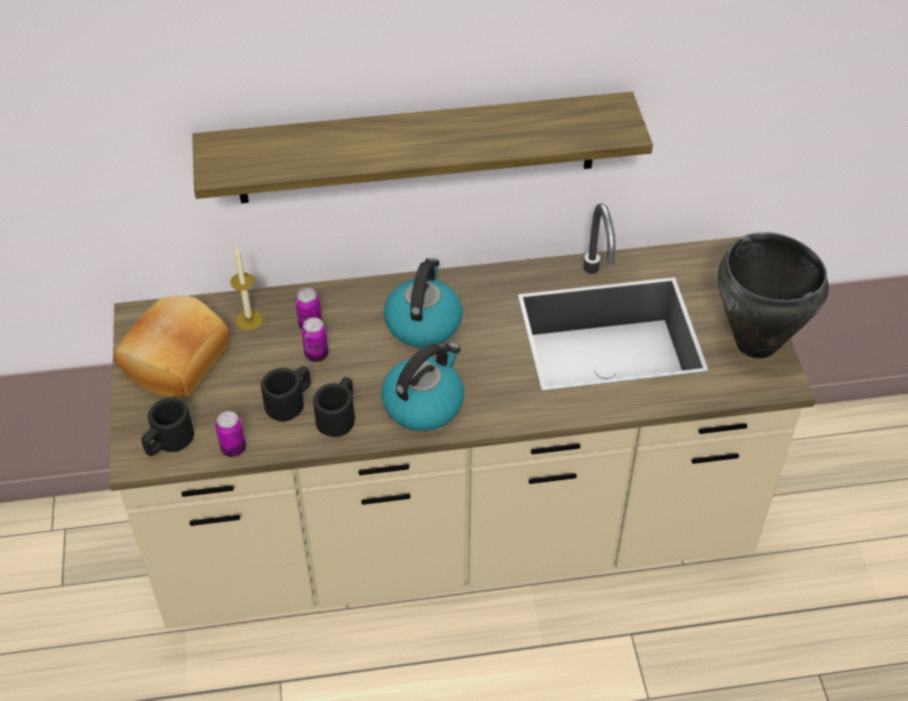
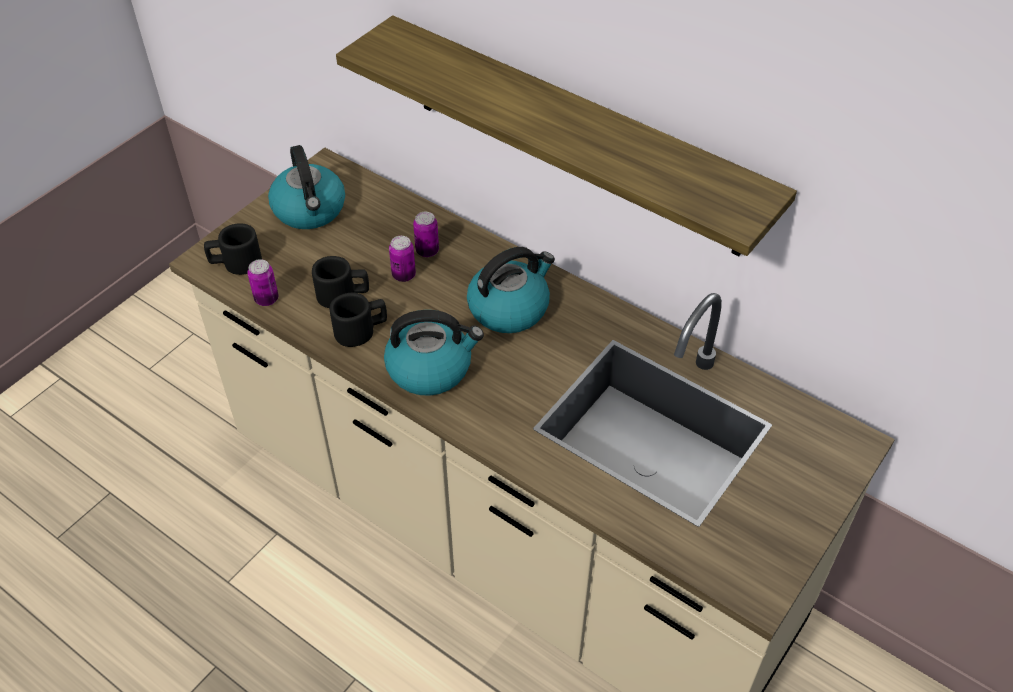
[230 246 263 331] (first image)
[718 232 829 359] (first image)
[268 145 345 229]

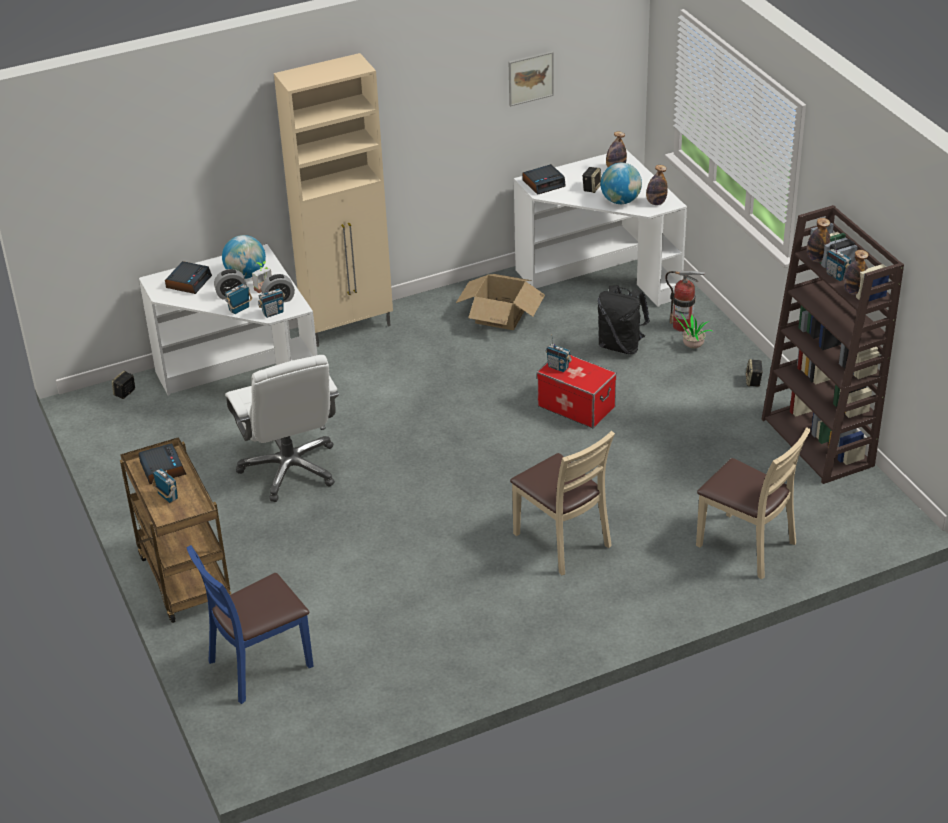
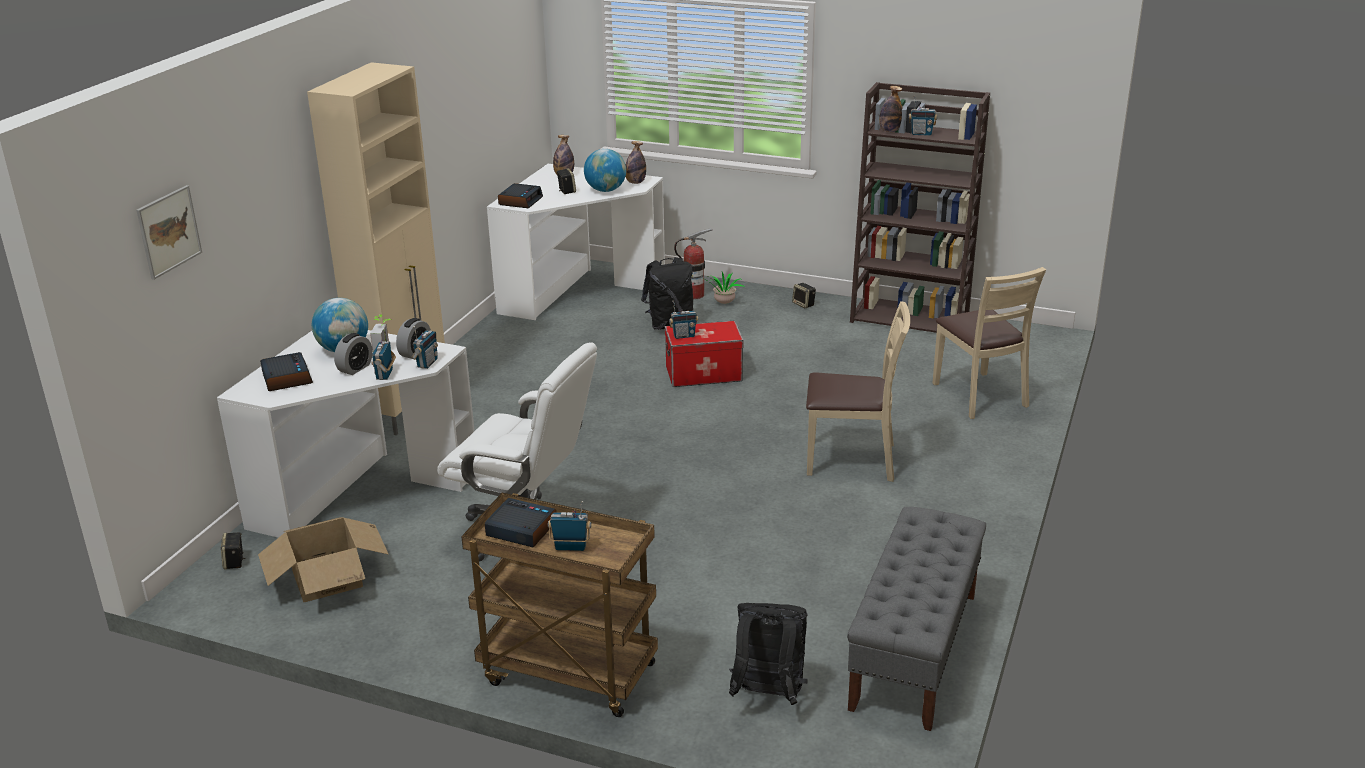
[843 250 868 295] (first image)
[847 507 986 731]
[258 517 389 602]
[136 185 202 280]
[729 603 808 705]
[933 267 1046 419]

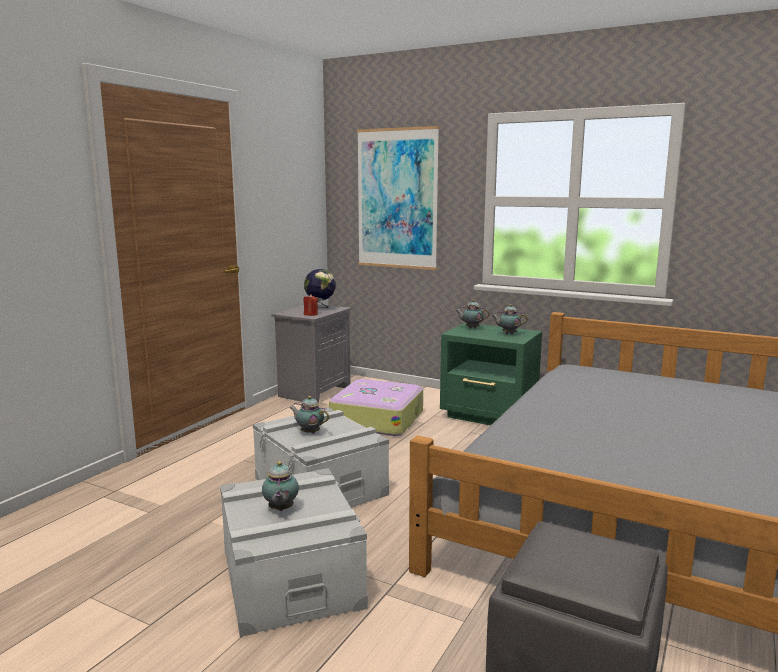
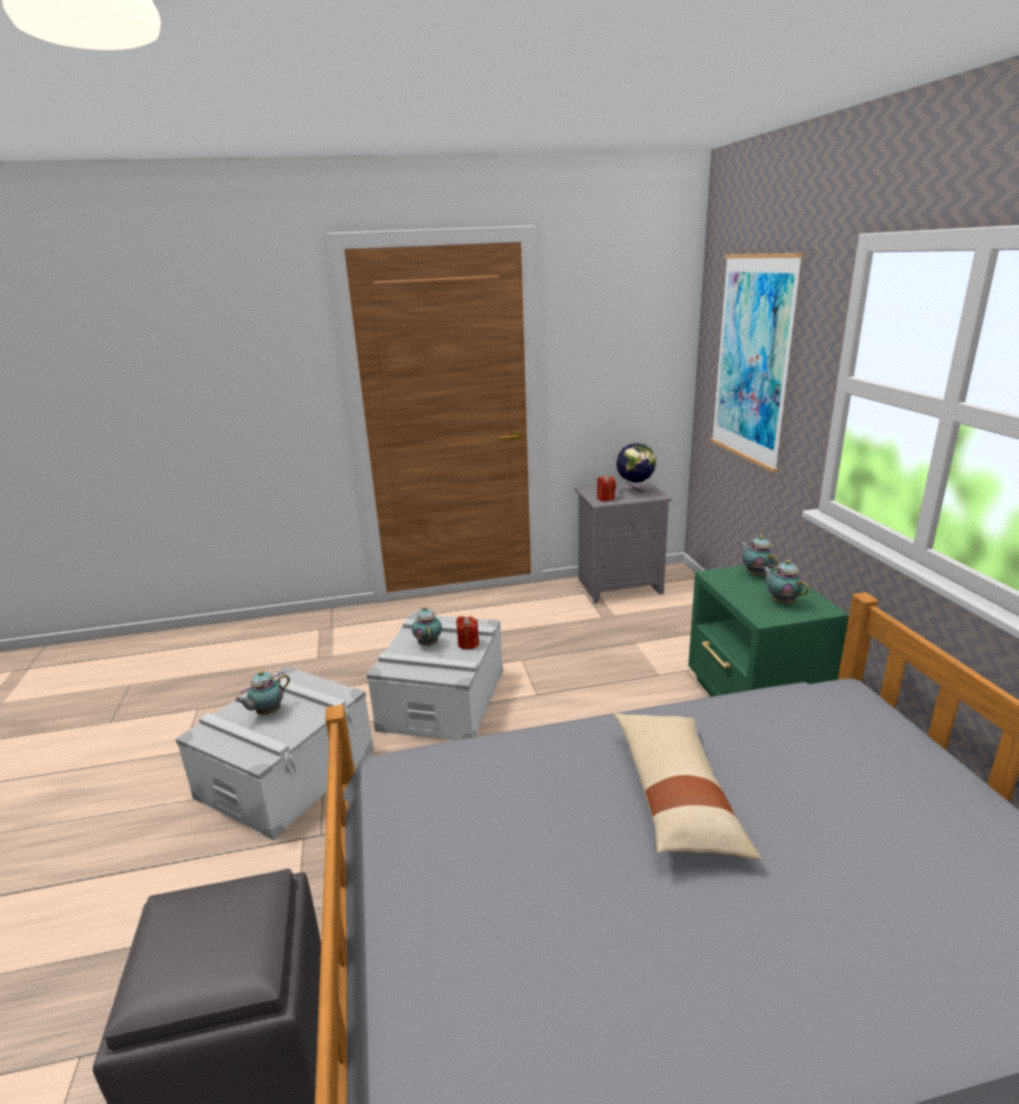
[329 379 423 436] (first image)
[456 616 479 650]
[614 713 762 860]

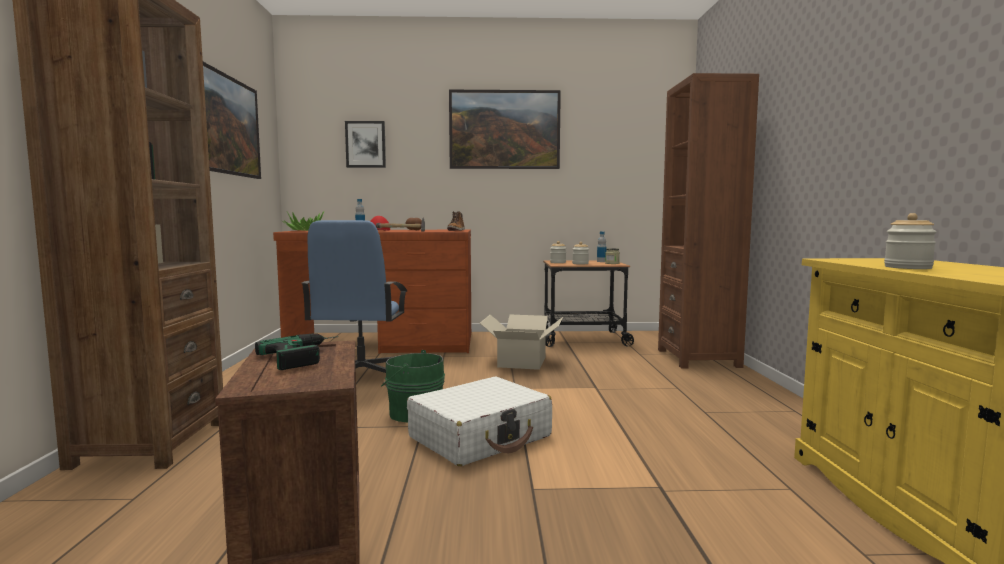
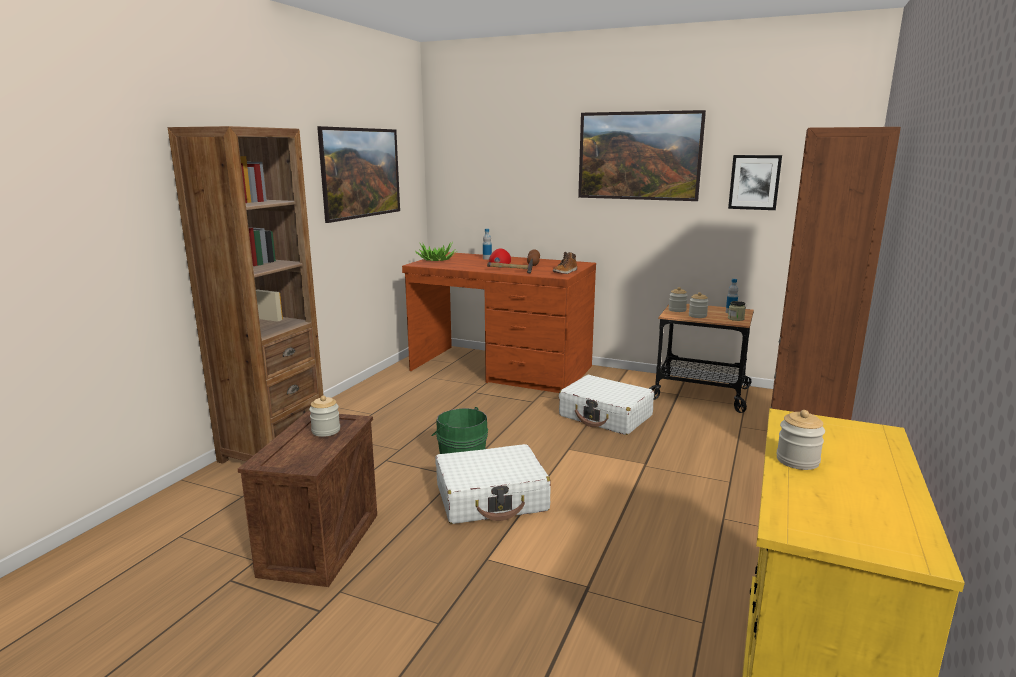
[302 220 407 373] (first image)
[728 155 782 210]
[309 396 340 437]
[559 375 654 435]

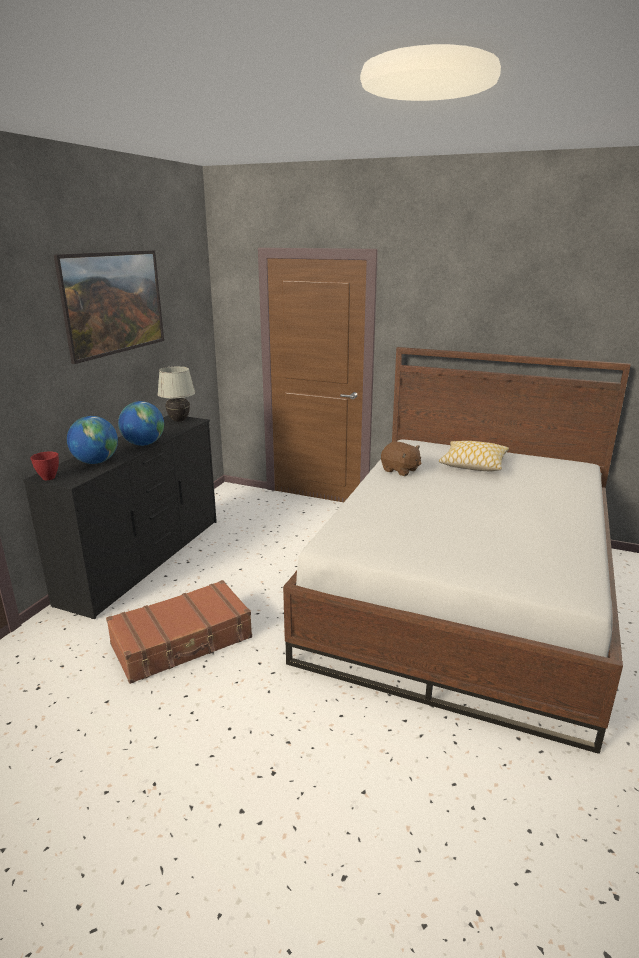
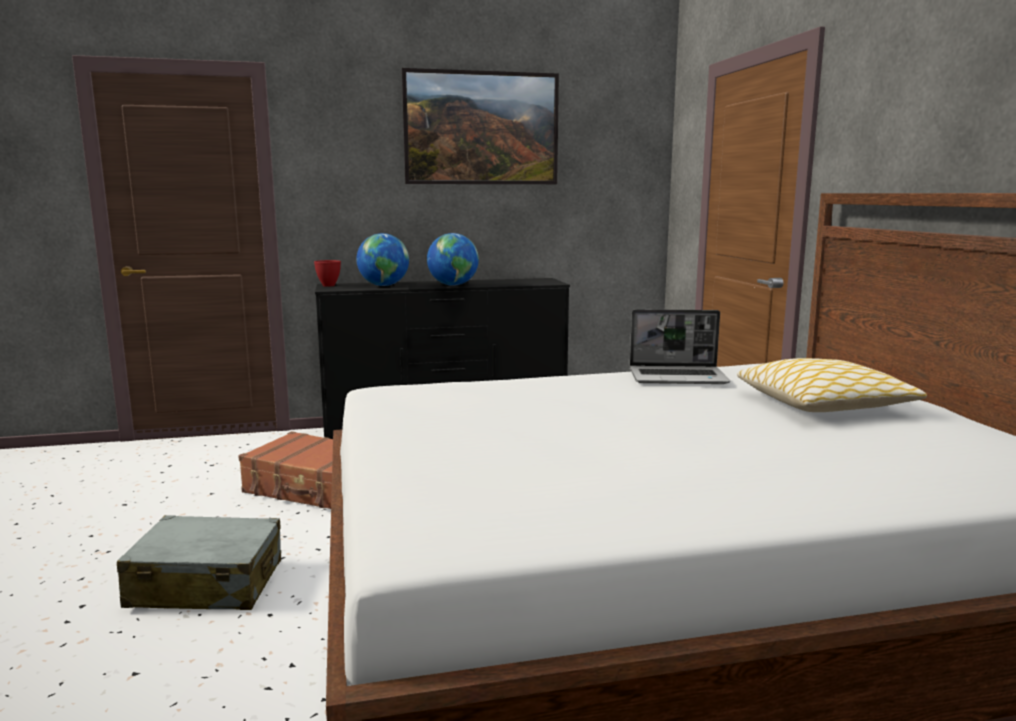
[157 366 195 422] (first image)
[117 515 281 610]
[630 309 730 384]

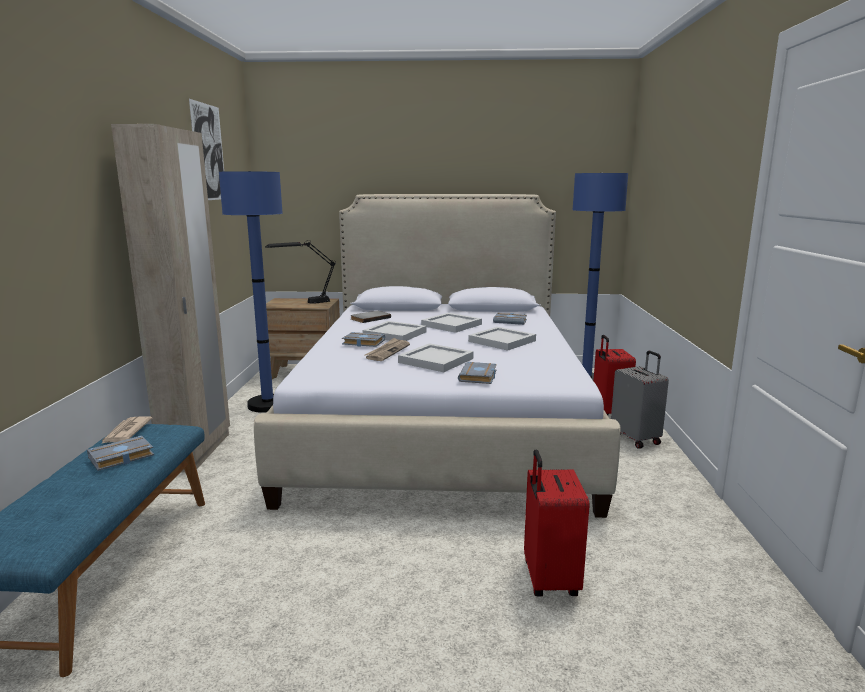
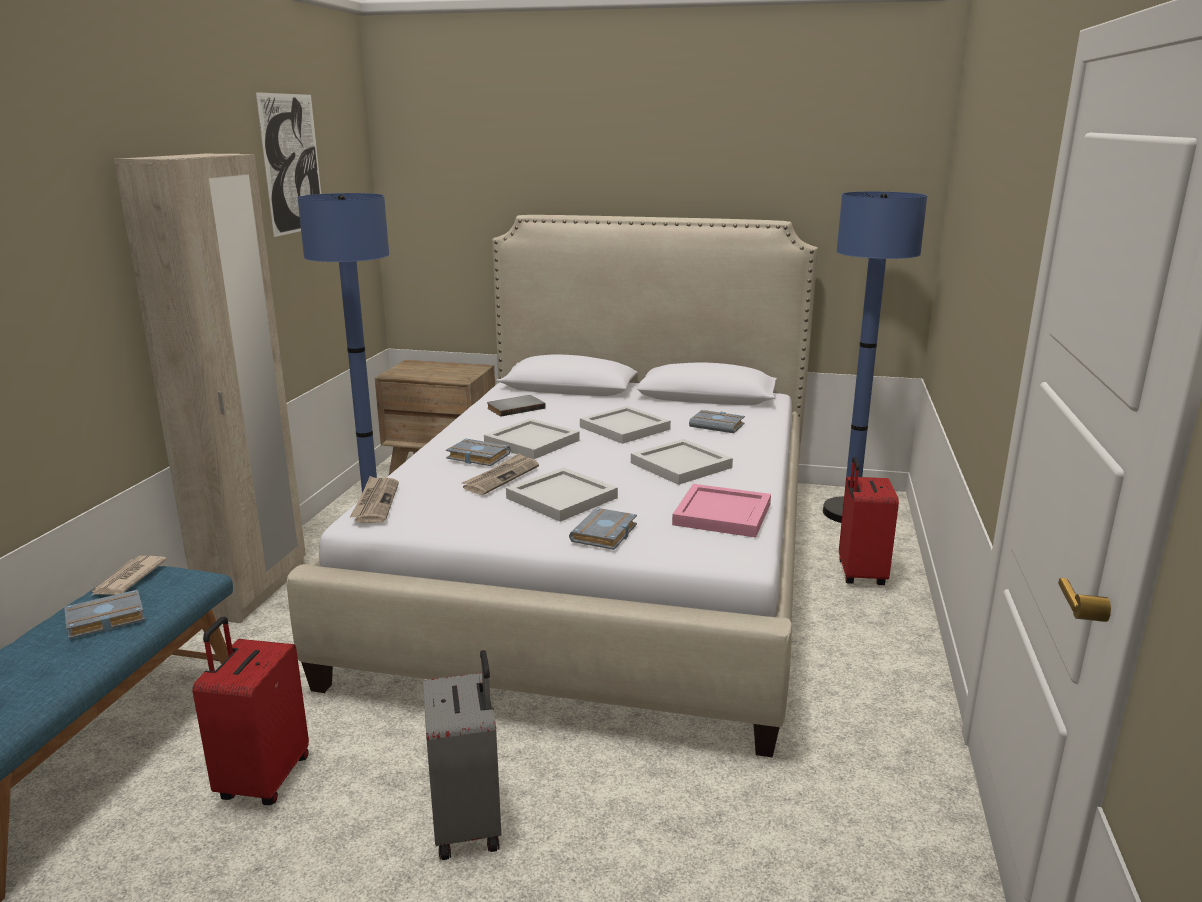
[265 240 336 304] (first image)
[350 476 399 523]
[672 484 771 538]
[192 617 309 805]
[423 650 501 860]

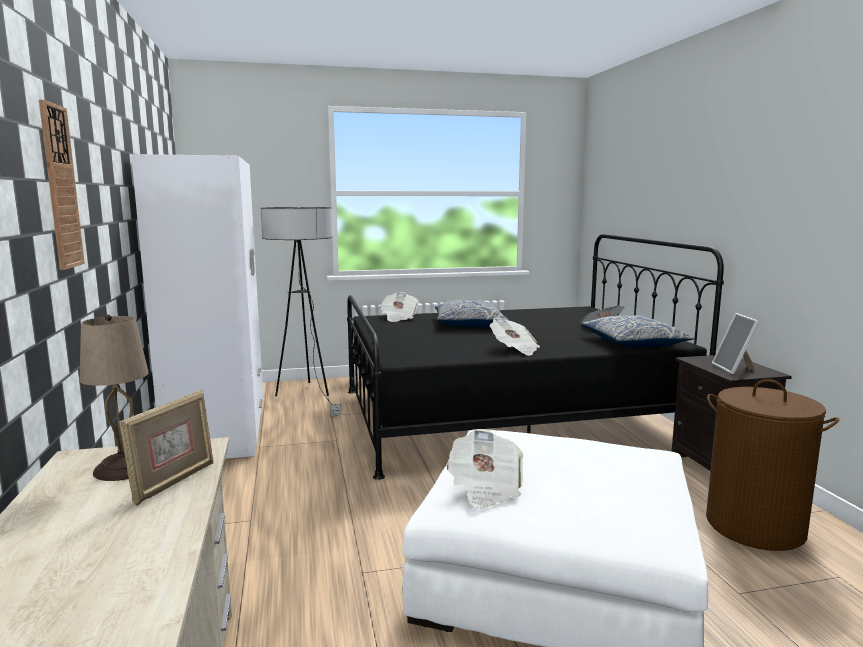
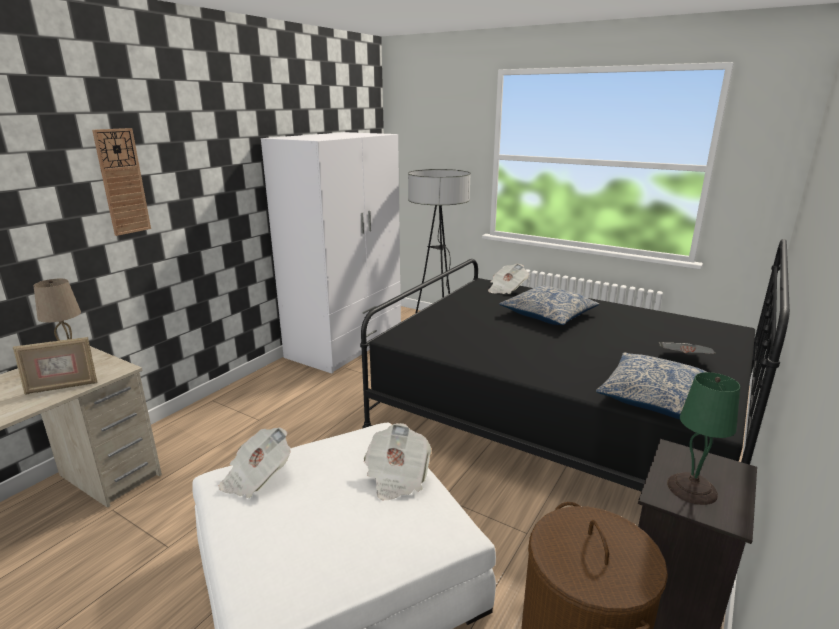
[364 423 432 501]
[667 372 740 505]

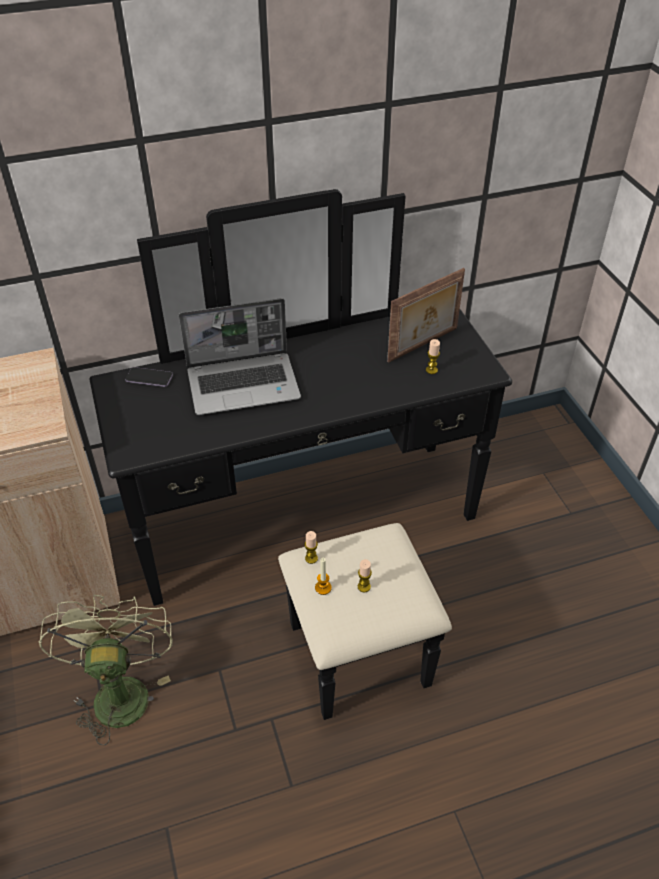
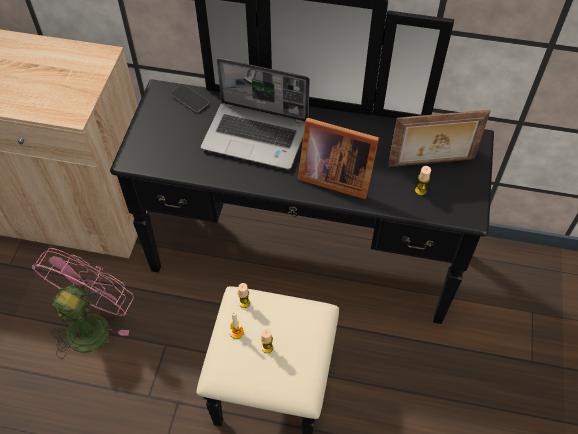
[298 118 379 199]
[32 248 134 359]

